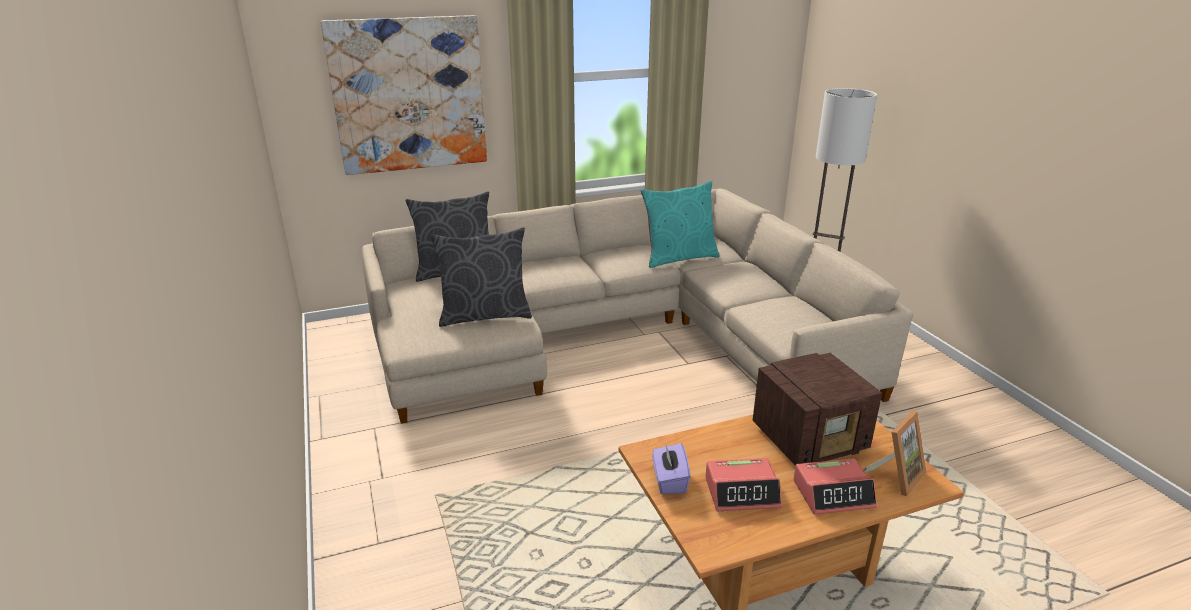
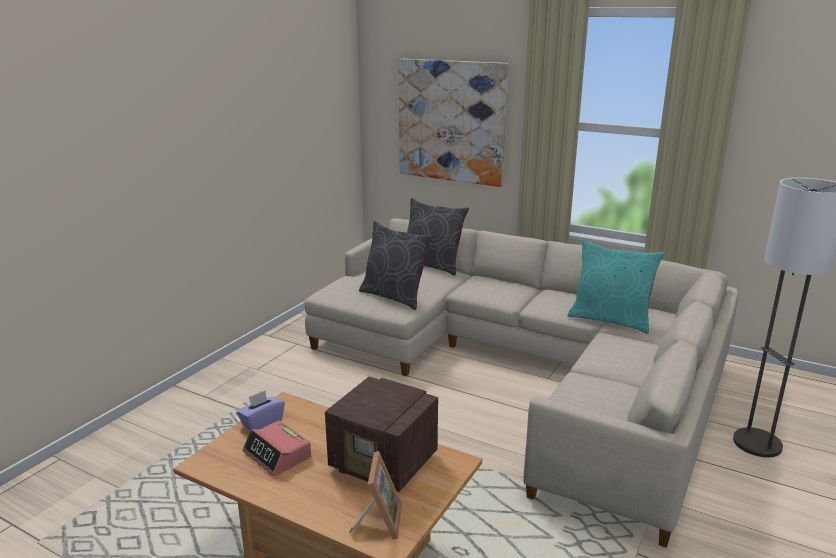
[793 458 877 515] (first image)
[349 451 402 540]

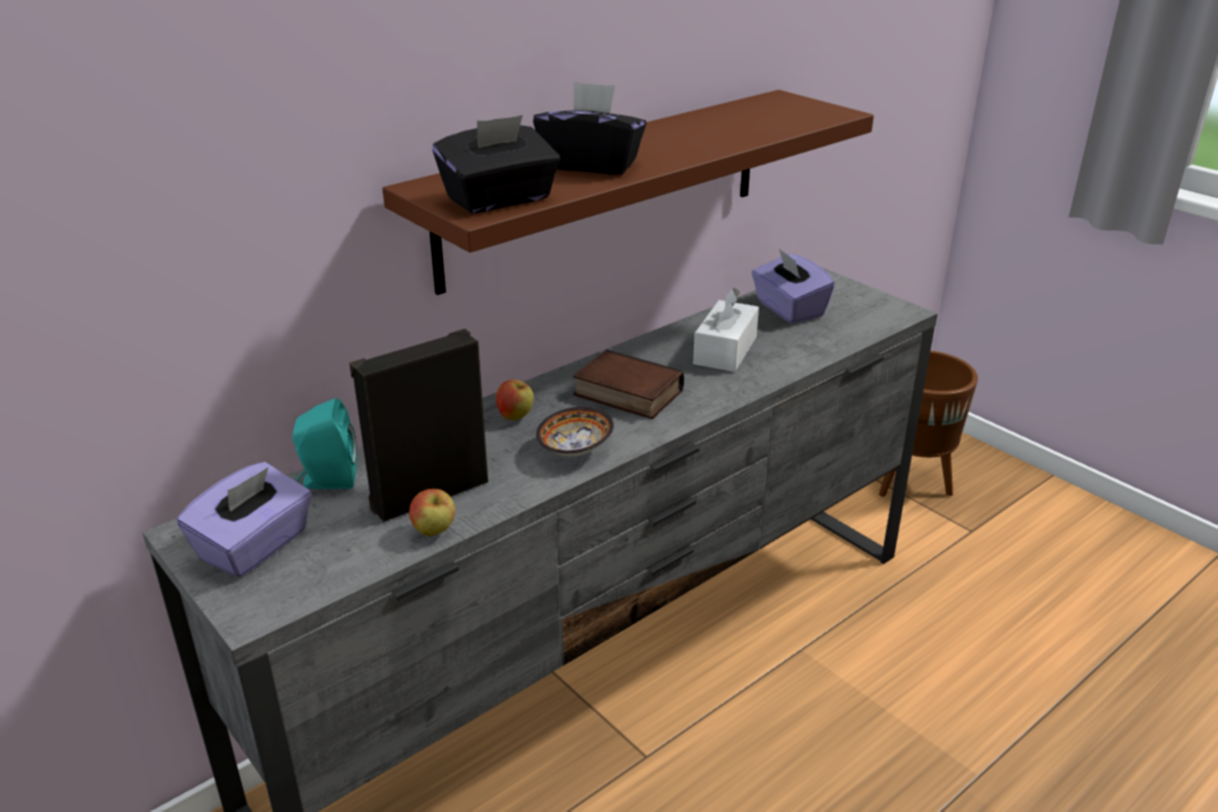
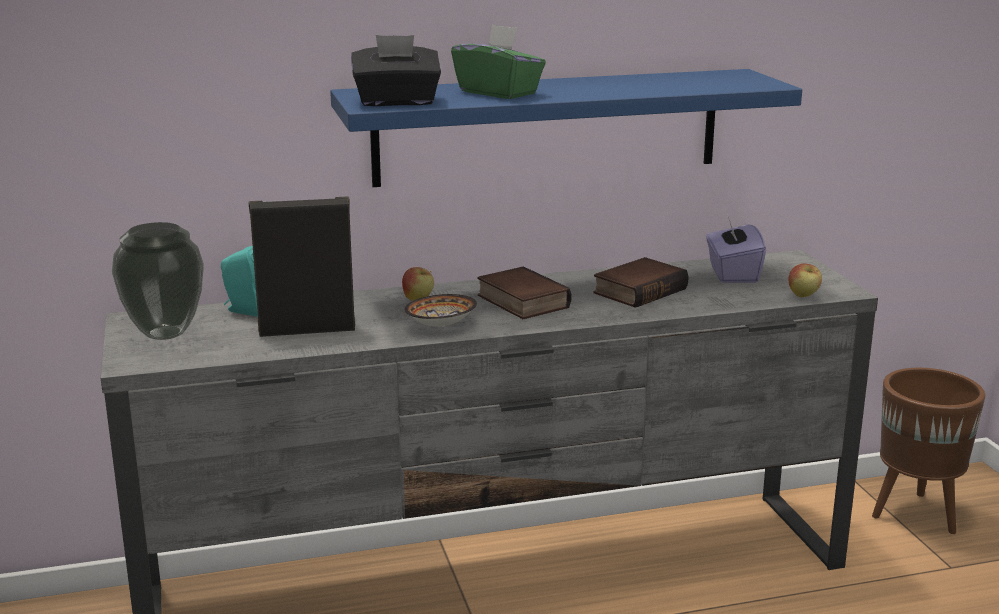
[789 263 822 297]
[112 222 204 340]
[593 257 688 308]
[330 69 802 187]
[451 24 546 99]

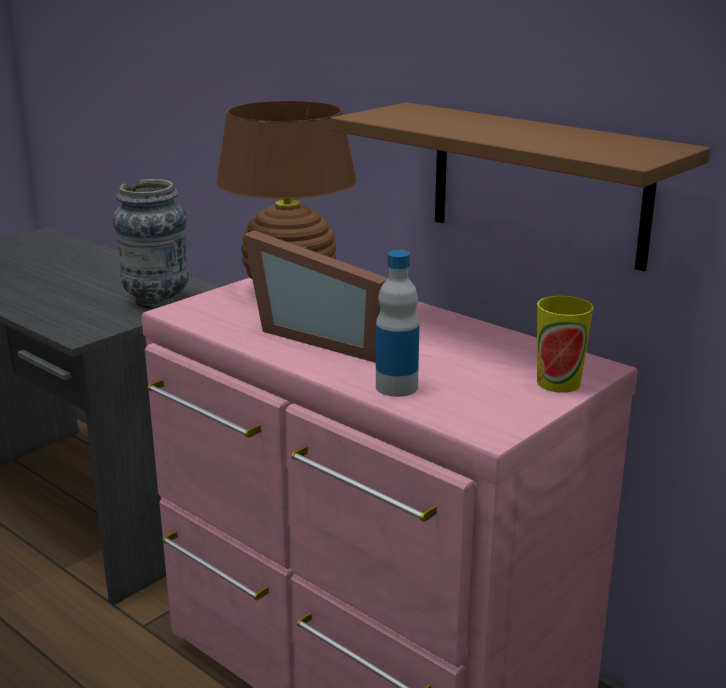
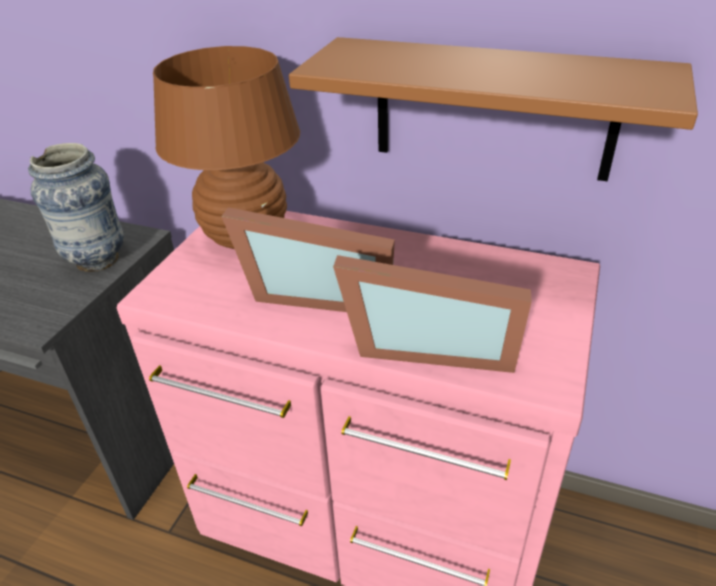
[537 296 594 393] (first image)
[333 255 532 373]

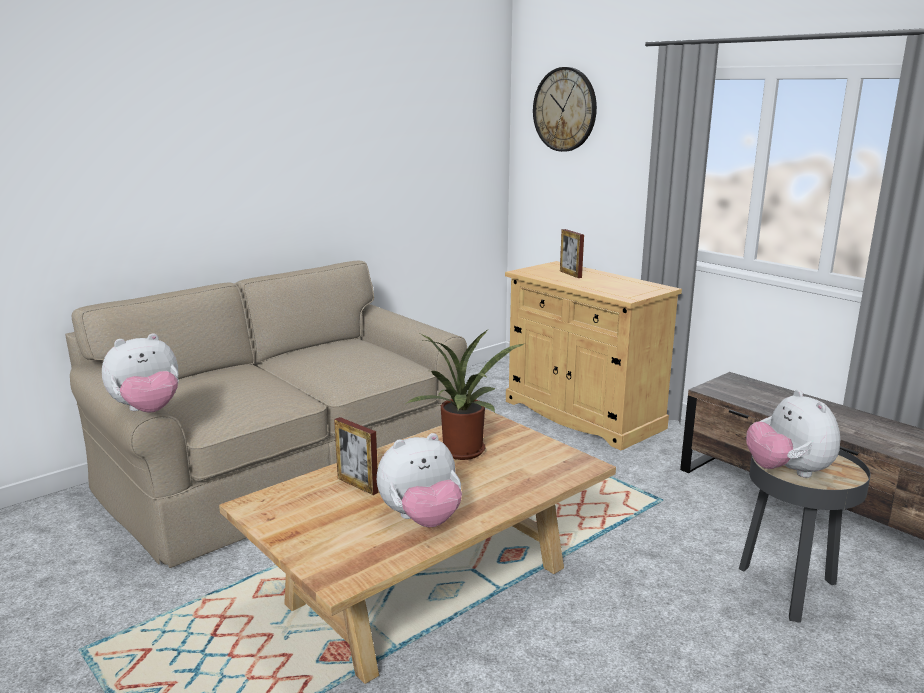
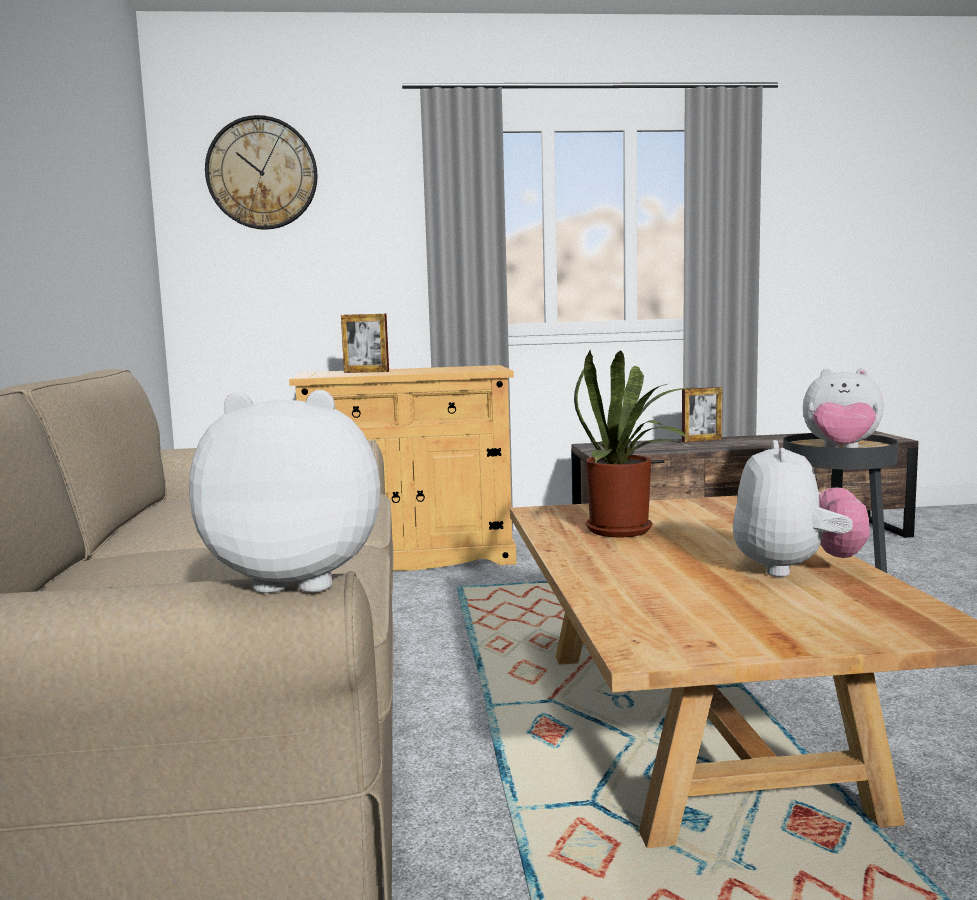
[682 387 723 442]
[189 390 380 593]

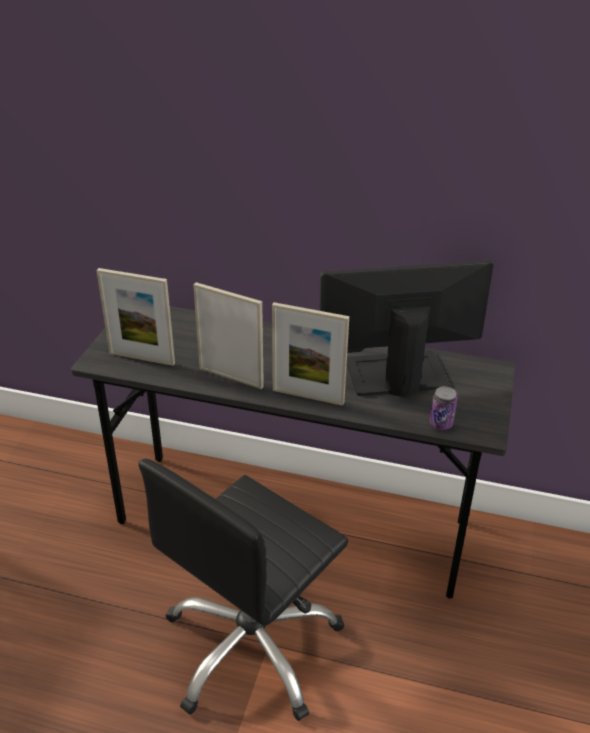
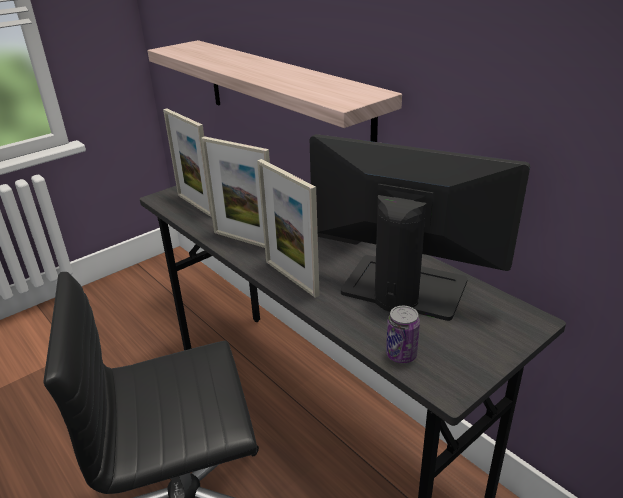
[147 40 402 142]
[201 136 270 248]

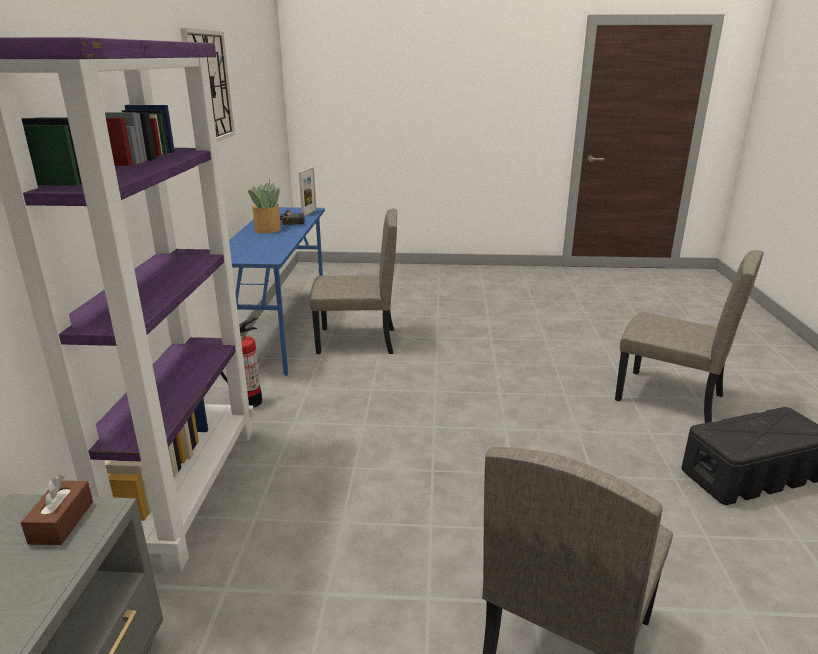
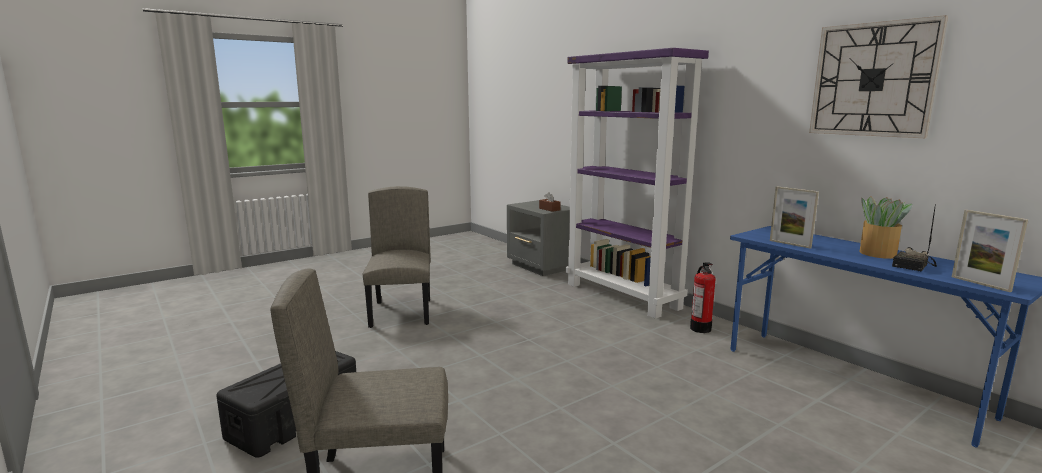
[310 209 397 354] (first image)
[770 186 819 249]

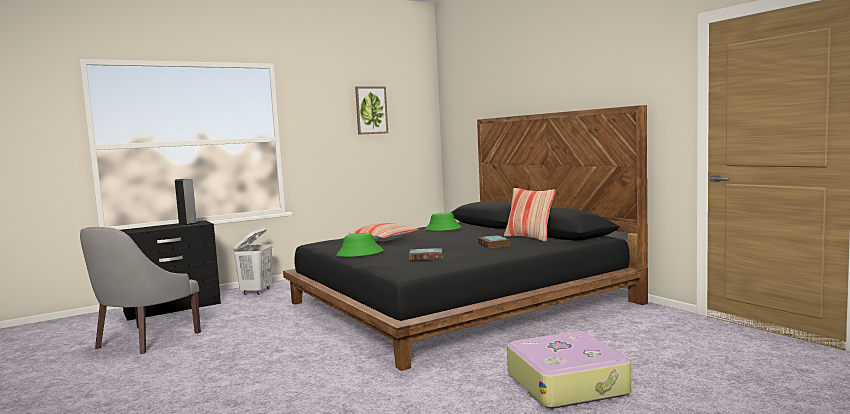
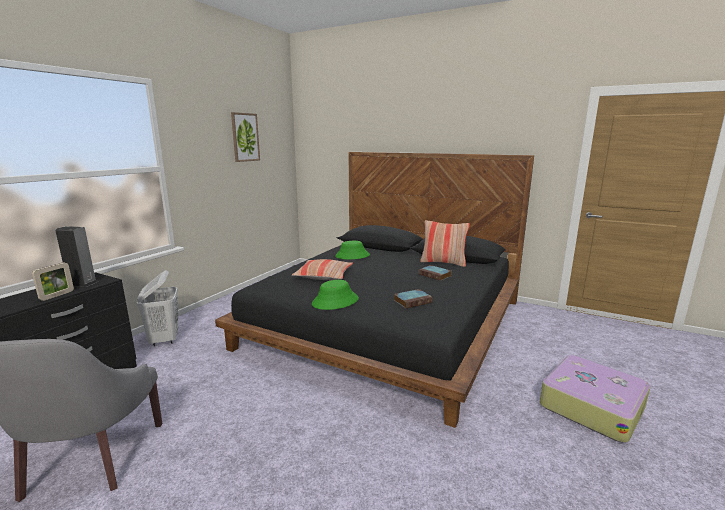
[32 262 74 301]

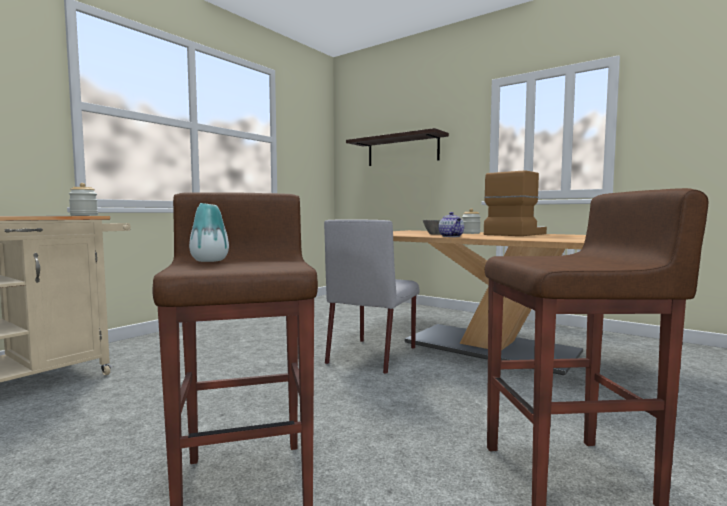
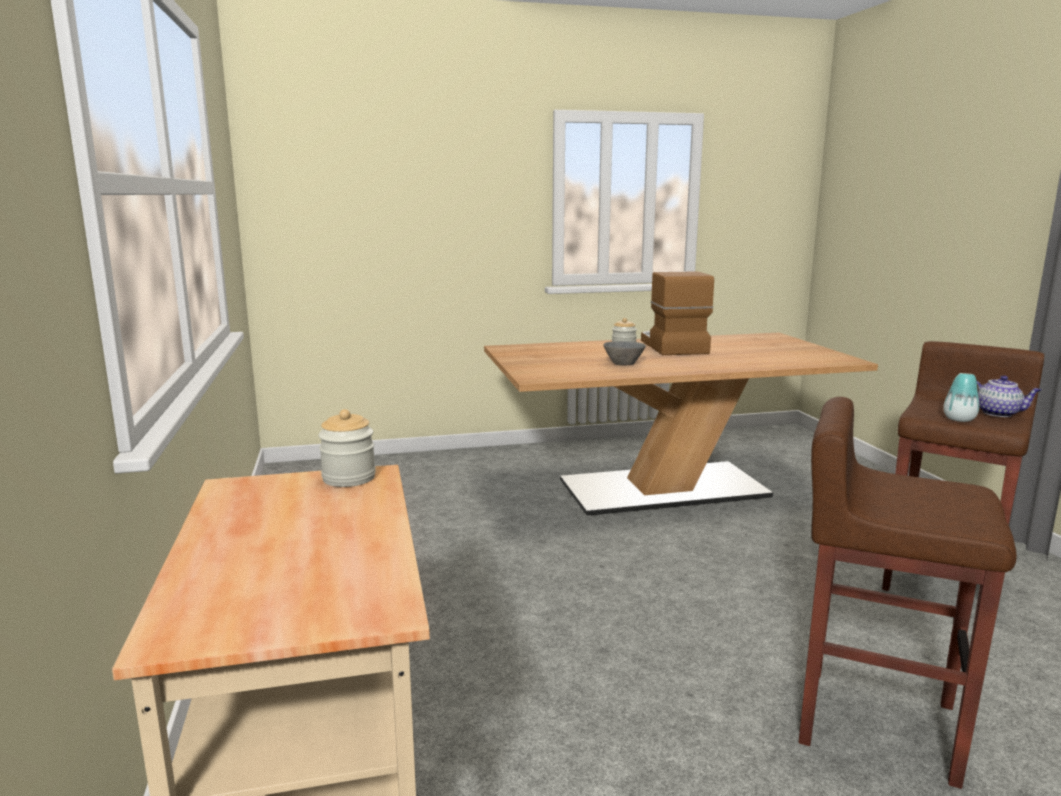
[324 219 419 374] (first image)
[346 128 449 166] (first image)
[943 373 979 422]
[977 375 1041 417]

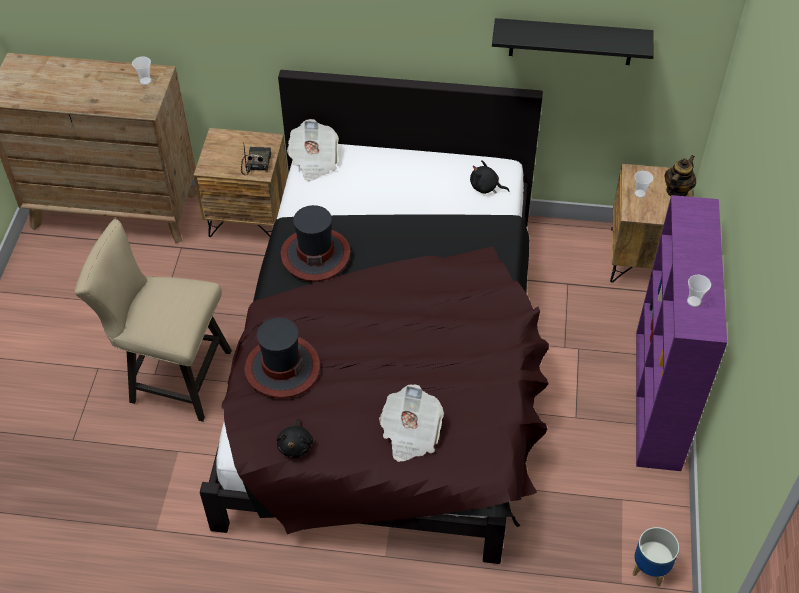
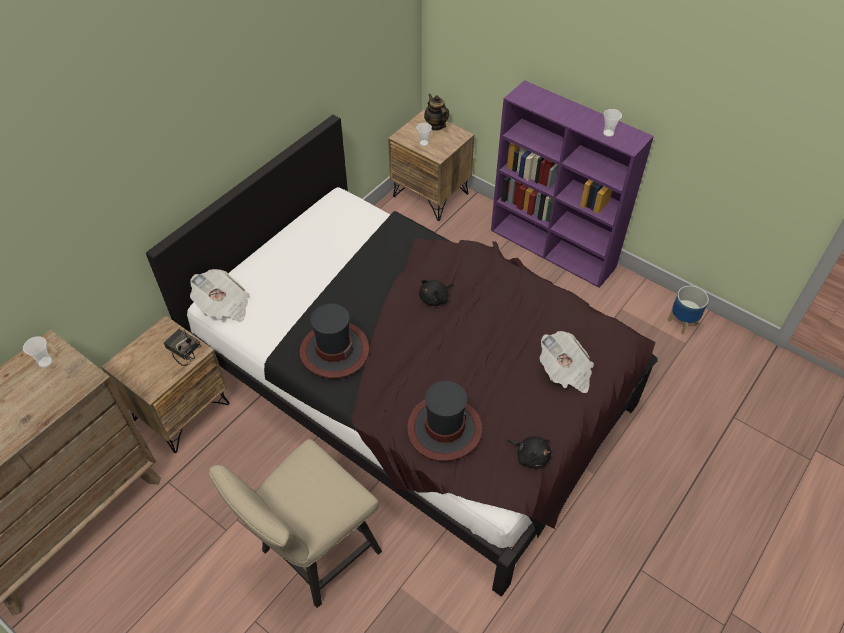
[492 18 654 65] (first image)
[419 280 454 306]

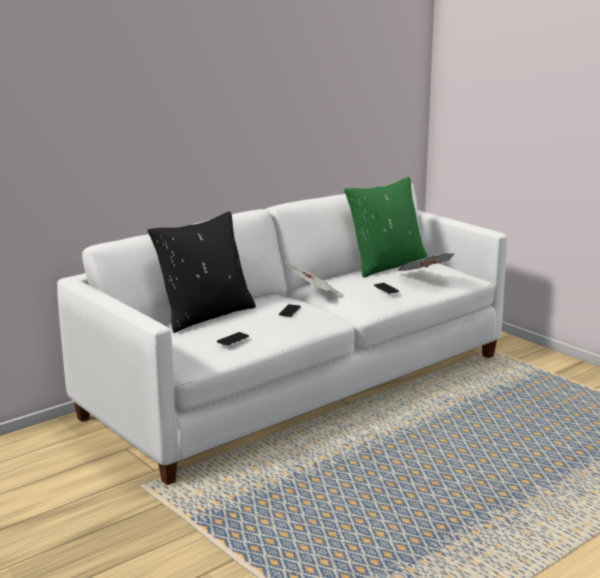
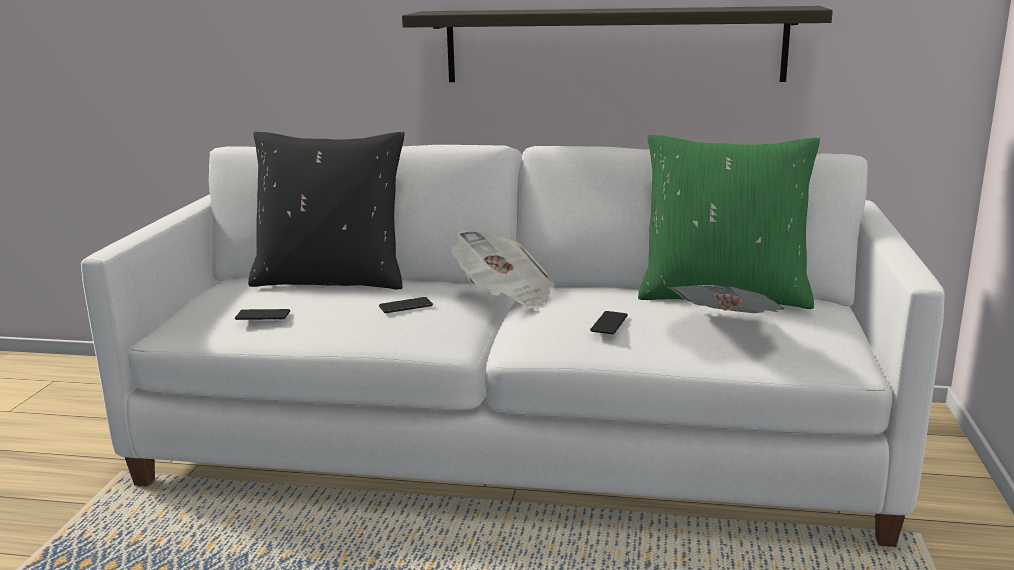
[402 6 833 82]

